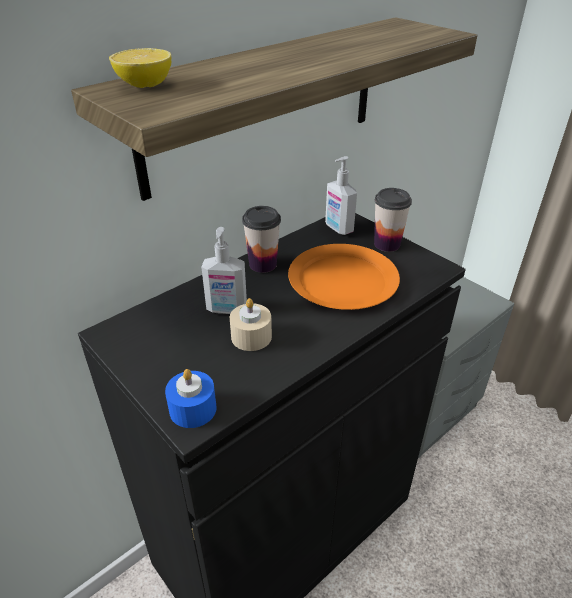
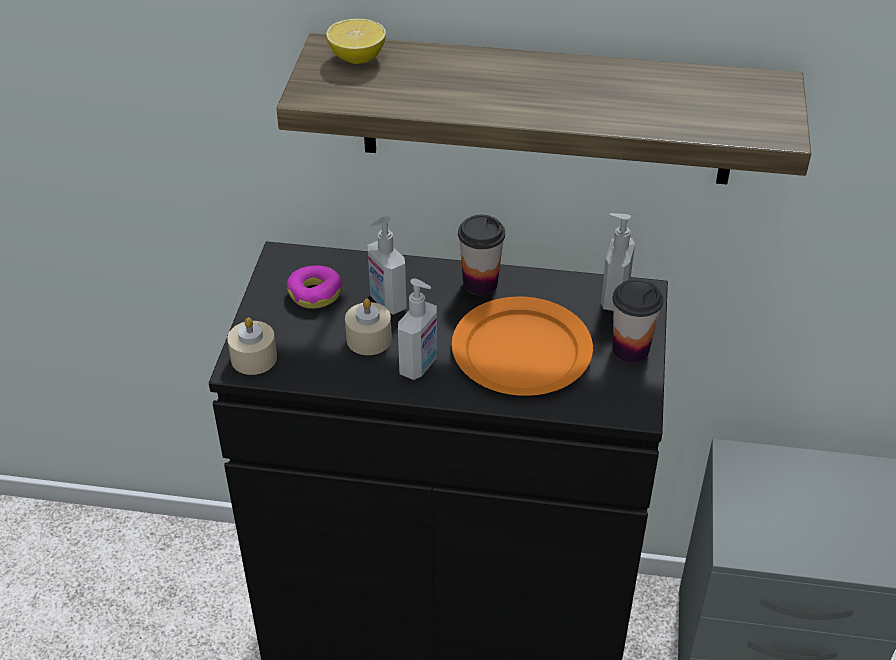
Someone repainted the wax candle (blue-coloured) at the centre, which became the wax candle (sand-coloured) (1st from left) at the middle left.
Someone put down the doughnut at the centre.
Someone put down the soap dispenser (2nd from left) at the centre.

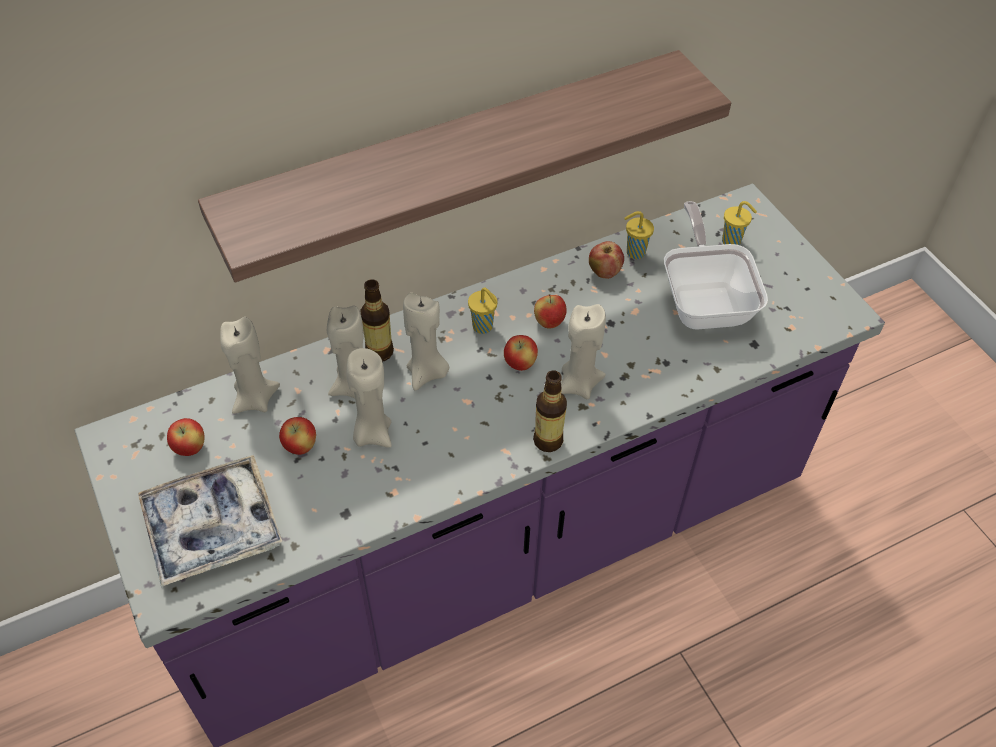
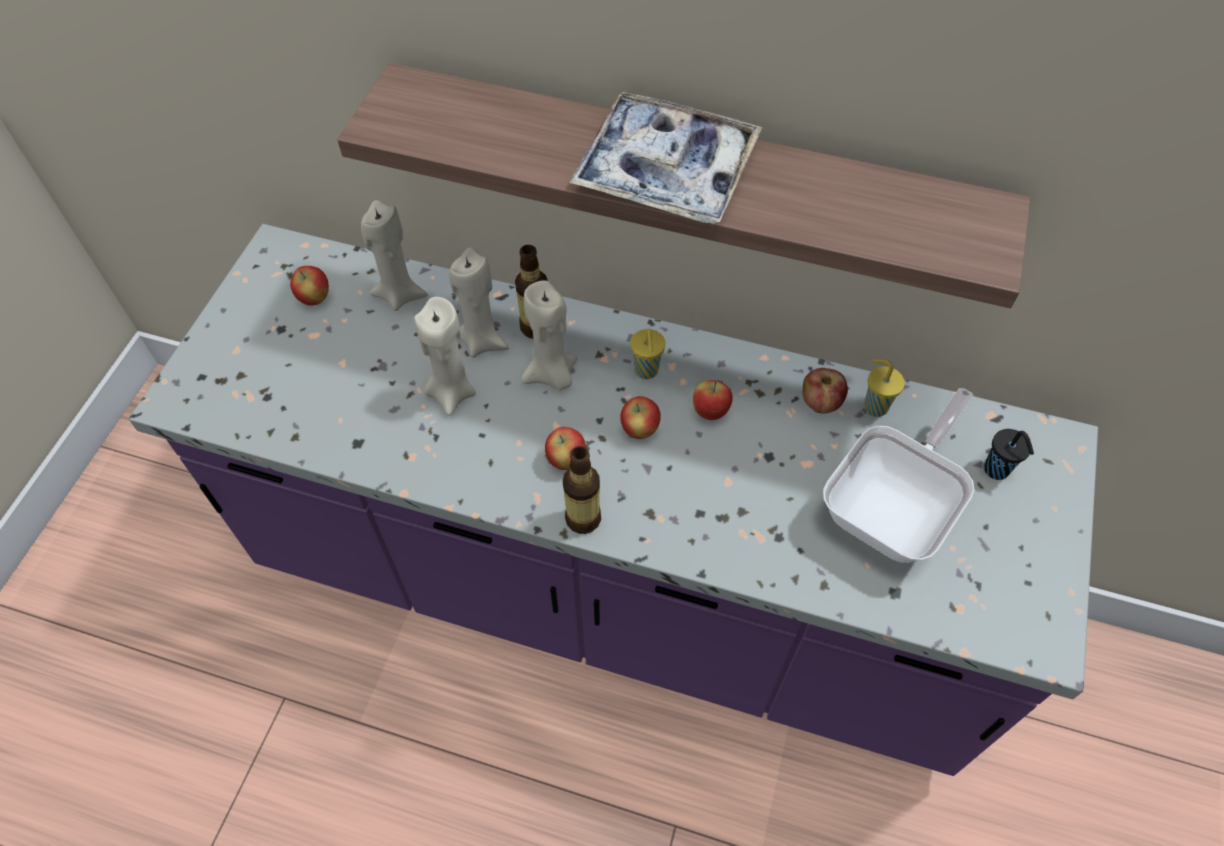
Someone carried the carrying tray from the bottom left to the top centre.
Someone carried the apple (2nd from left) from the middle left to the centre.
Someone took away the wax candle (sand-coloured) (5th from left) at the centre.
Someone repainted the cup (yellow-coloured) (3rd from left) at the top right, which became the cup (black) at the middle right.

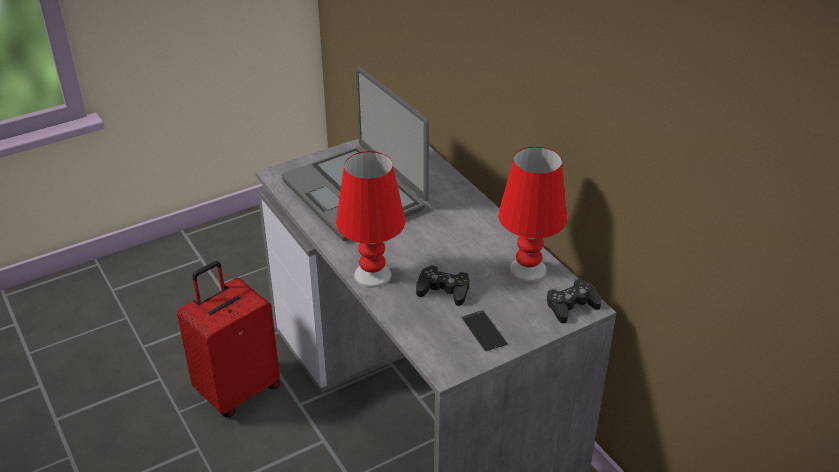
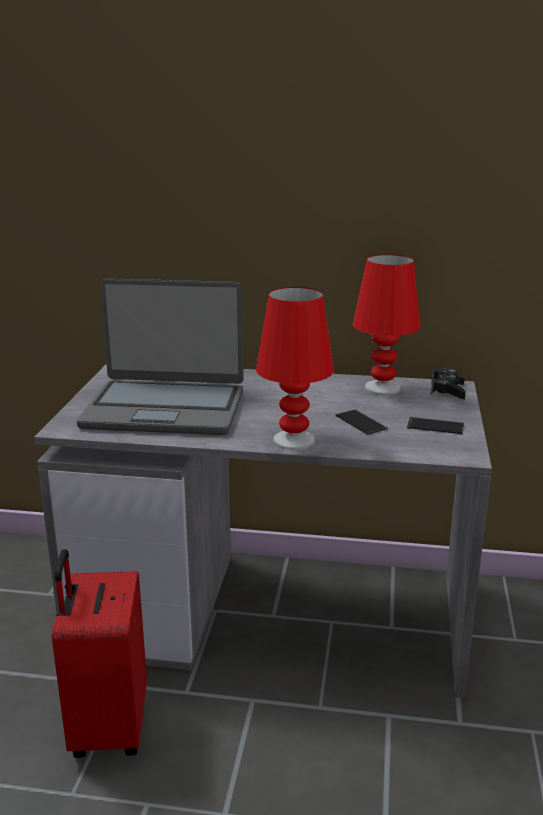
Someone swapped the gamepad (black) (1st from left) at the centre for the phone (1st from left) at the centre.

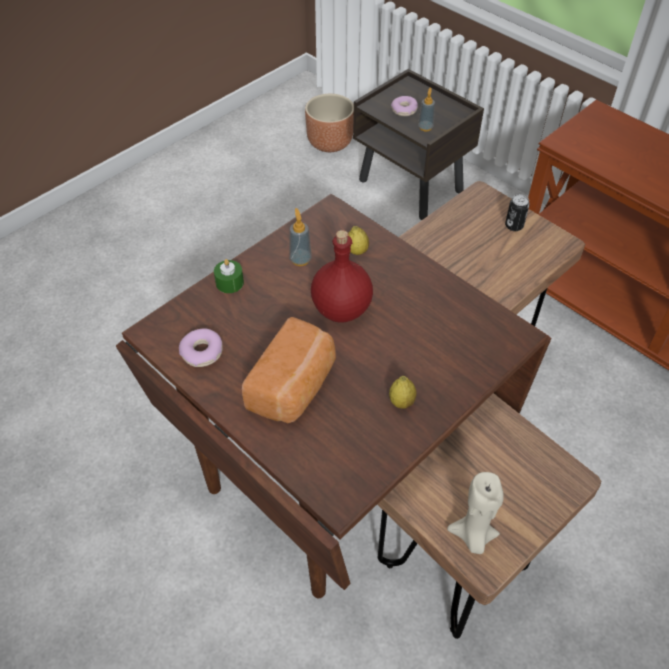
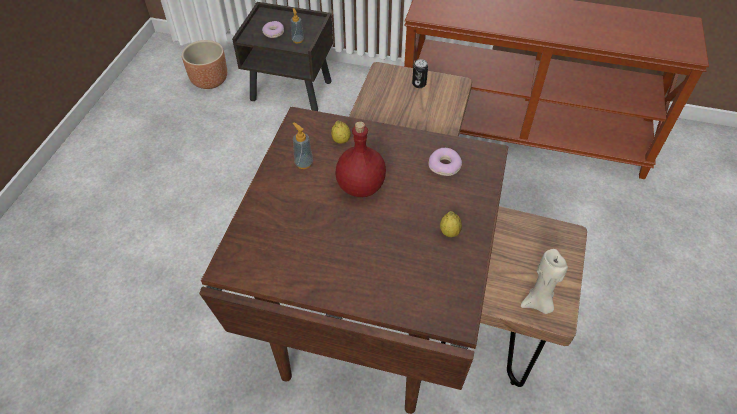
Someone carried the doughnut (1st from left in the first image) from the middle left to the centre.
Someone took away the wax candle (green-coloured) at the centre.
Someone took away the baked bread at the centre.

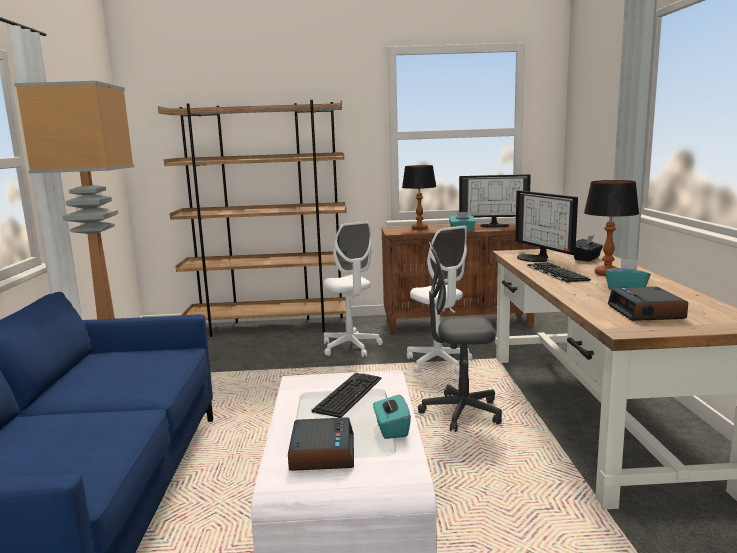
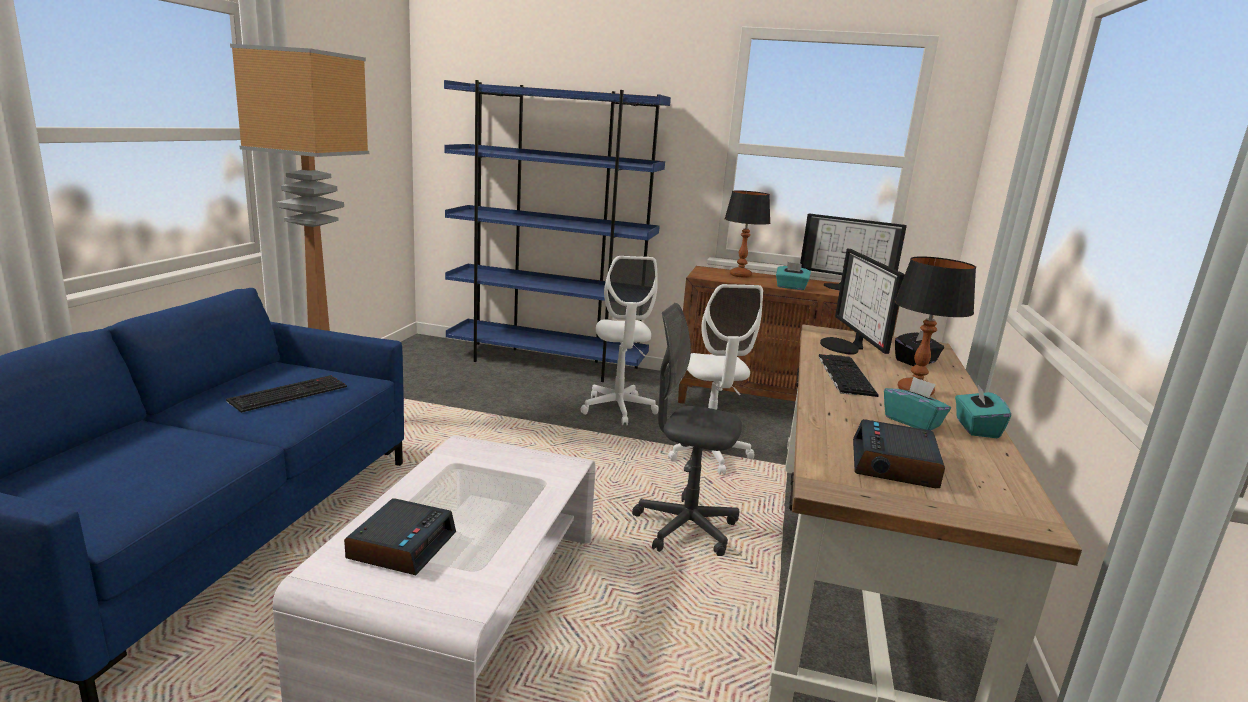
Someone repainted the shelving unit (brown) at the centre, which became the shelving unit (blue-coloured) at the top centre.
Someone carried the PC keyboard (1st from left) from the bottom centre to the middle left.
Someone carried the tissue holder (turquoise-coloured) (1st from left in the first image) from the bottom centre to the middle right.

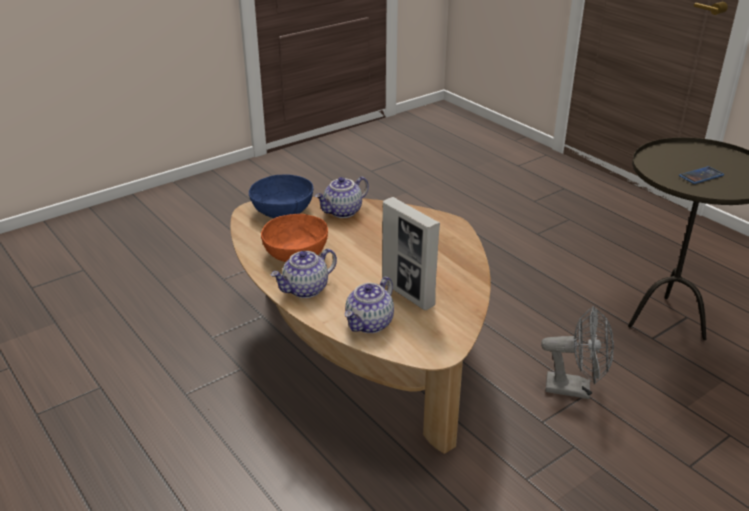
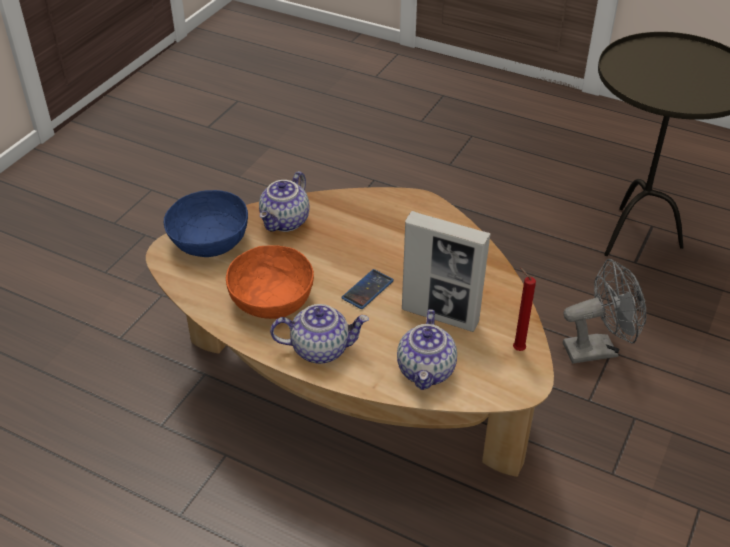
Someone rotated the tea pot (1st from left in the first image) at the centre by 120 degrees counterclockwise.
Someone carried the phone from the middle right to the centre.
Someone put down the wax candle (red) at the middle right.

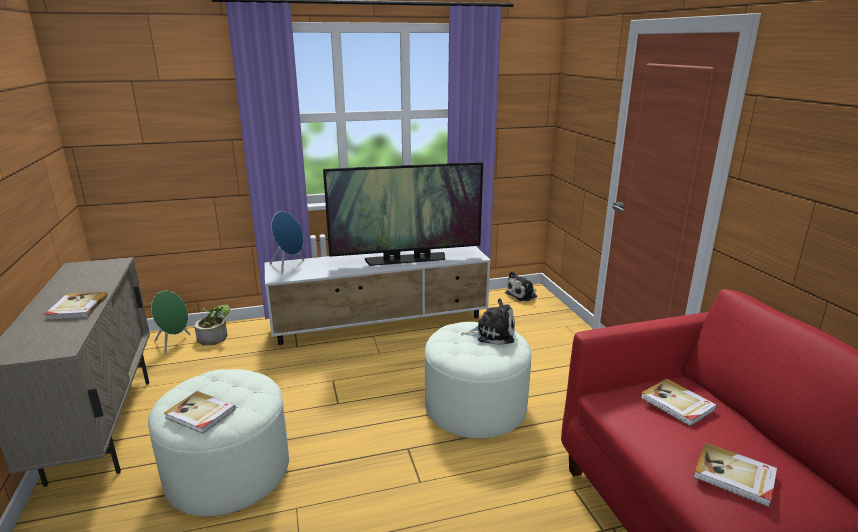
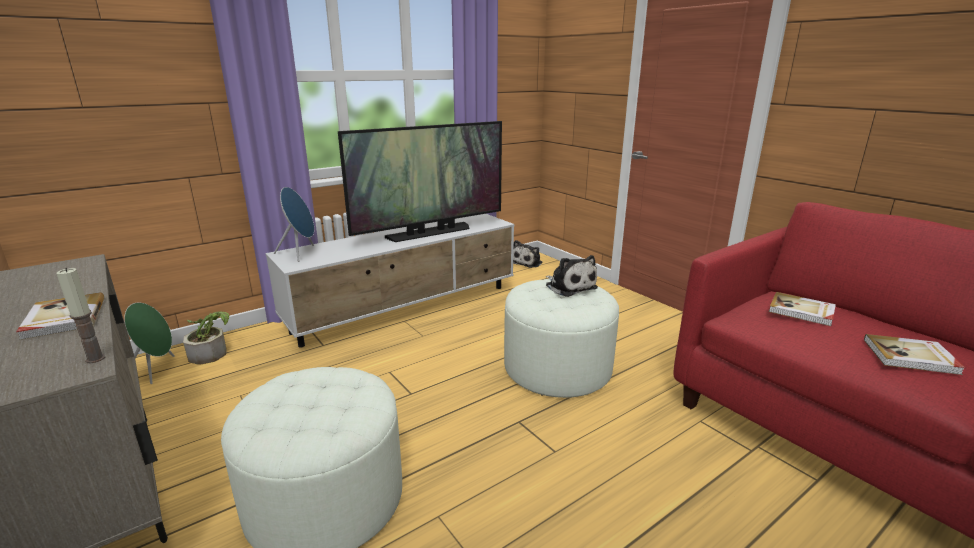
Someone took away the book (2nd from left) at the bottom left.
Someone rotated the cuddly toy (1st from left in the first image) at the centre by 75 degrees clockwise.
Someone put down the wax candle at the middle left.

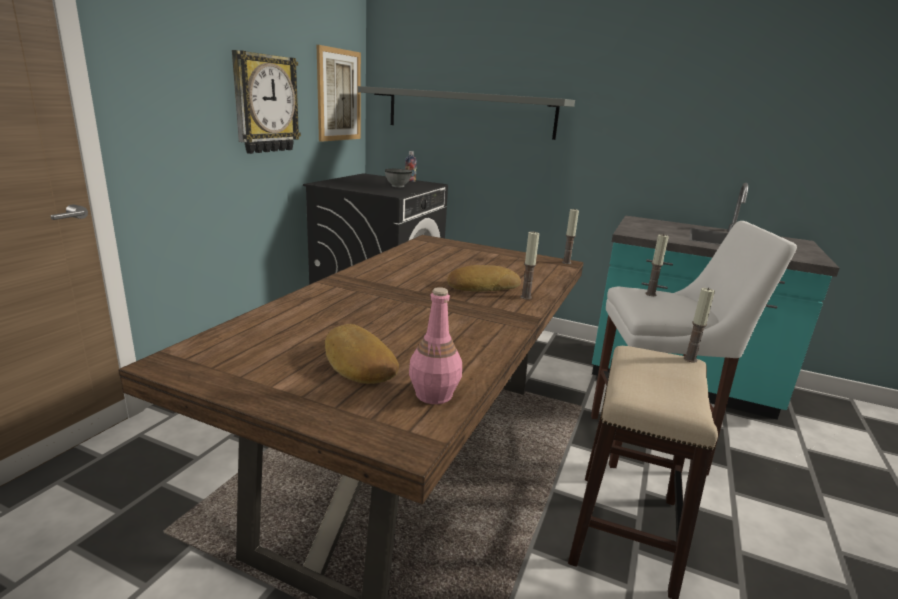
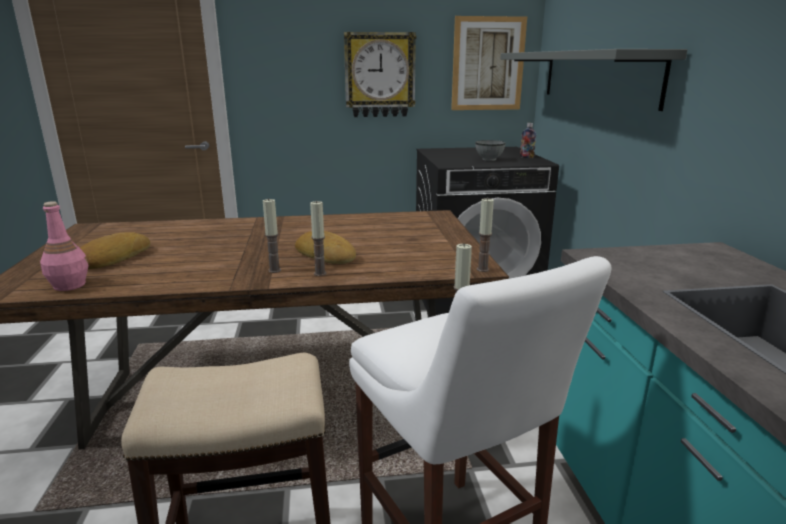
Someone carried the wax candle (4th from left in the first image) from the middle right to the centre.

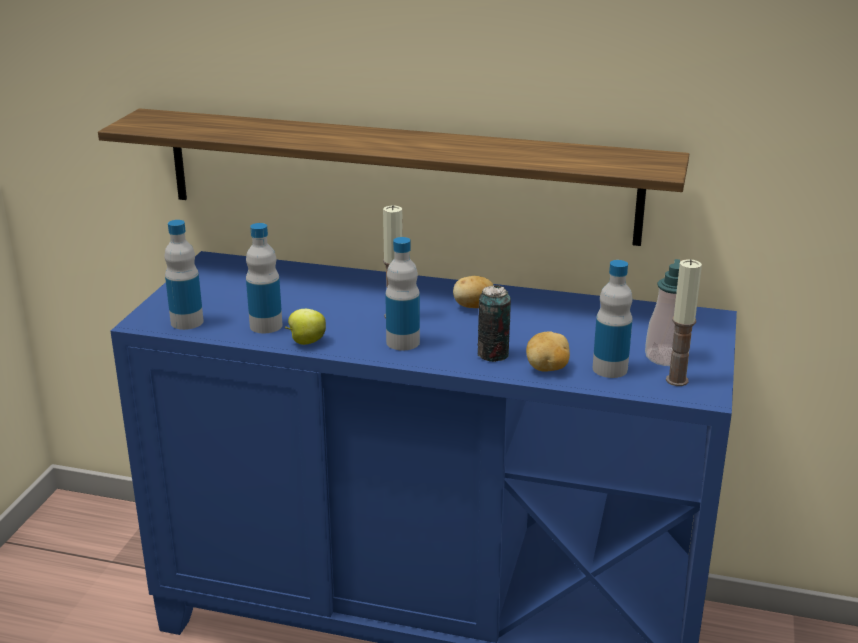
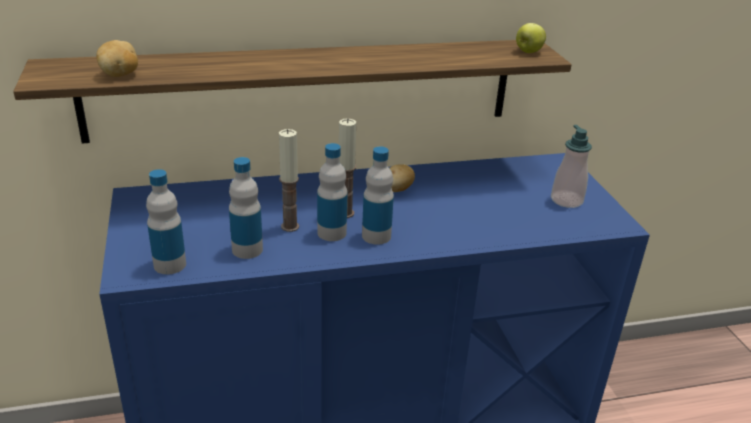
Someone carried the apple from the centre to the top right.
Someone took away the sealed can at the centre.
Someone carried the whole potato (2nd from left in the first image) from the centre to the top left.
Someone carried the bottle (4th from left in the first image) from the middle right to the centre.
Someone carried the wax candle (2nd from left in the first image) from the middle right to the centre.

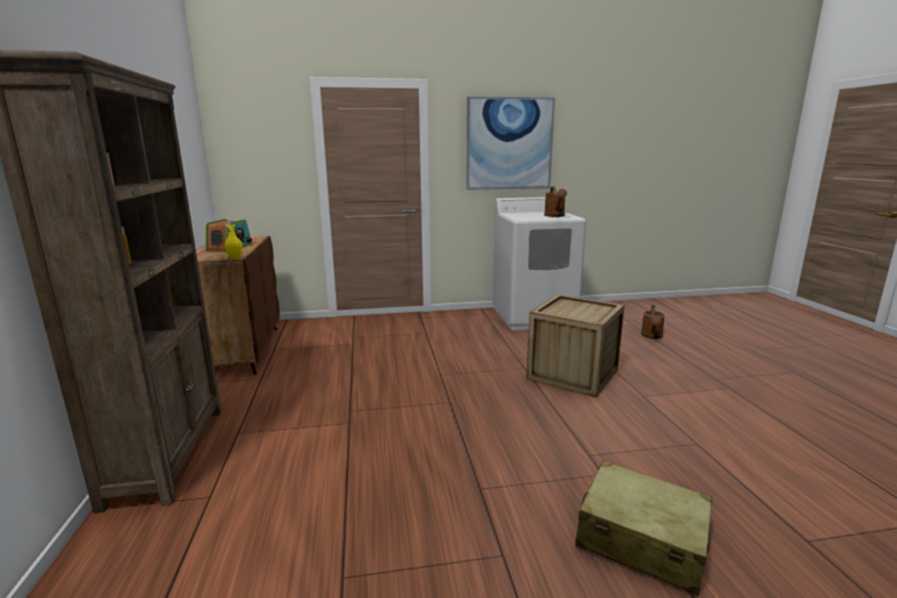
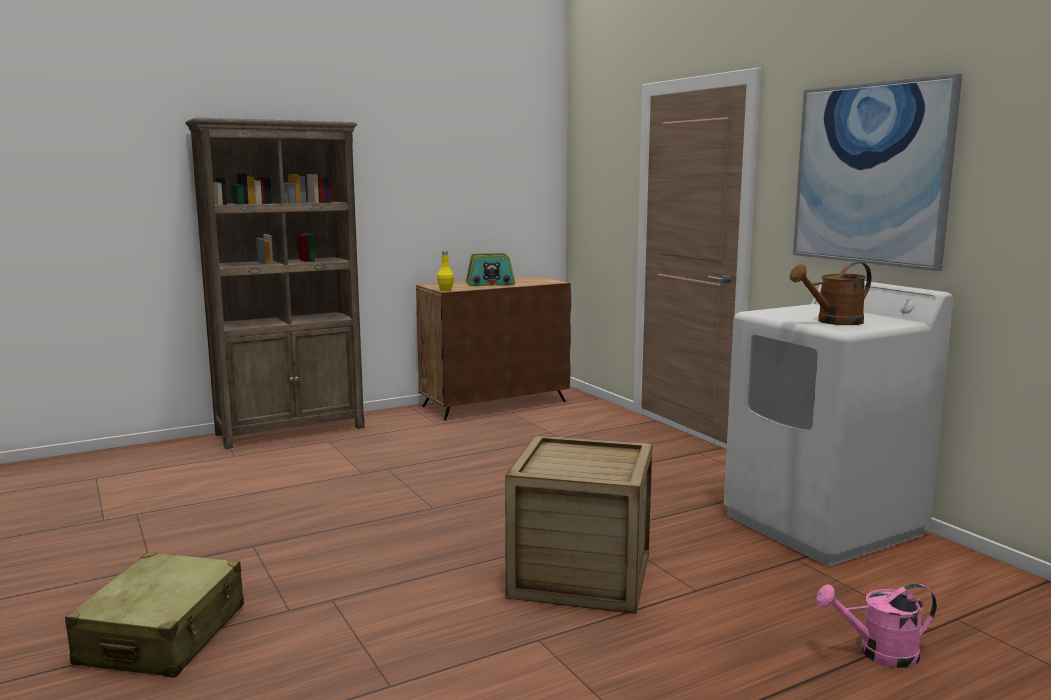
Someone repainted the sprinkling can (brown) (2nd from left) at the middle right, which became the sprinkling can (pinkish) at the bottom right.

